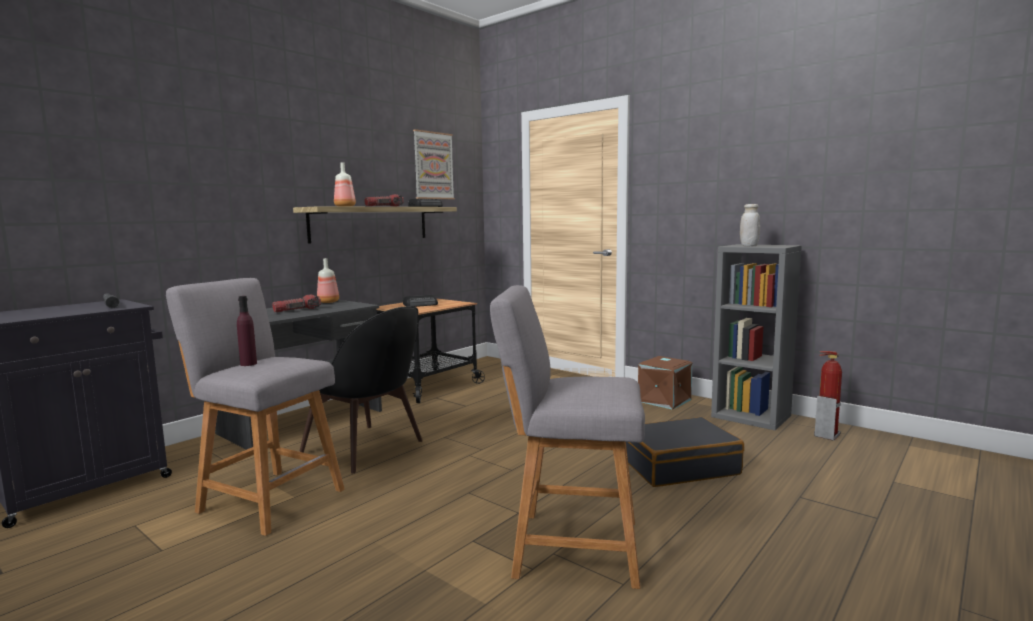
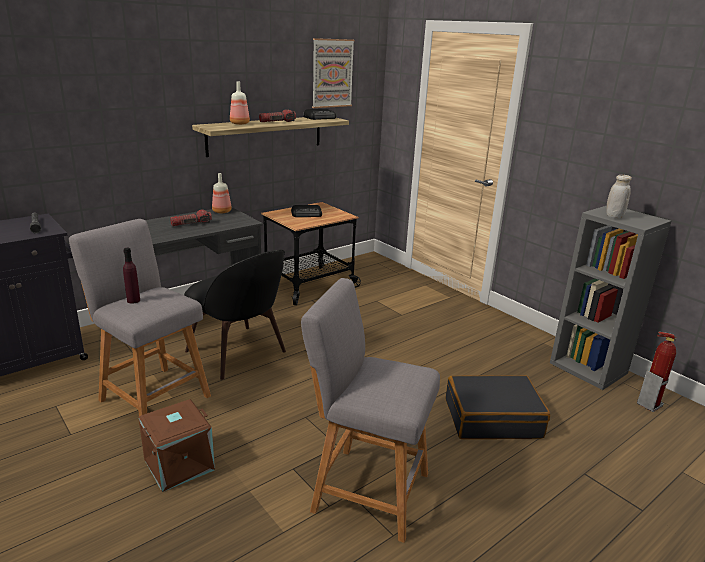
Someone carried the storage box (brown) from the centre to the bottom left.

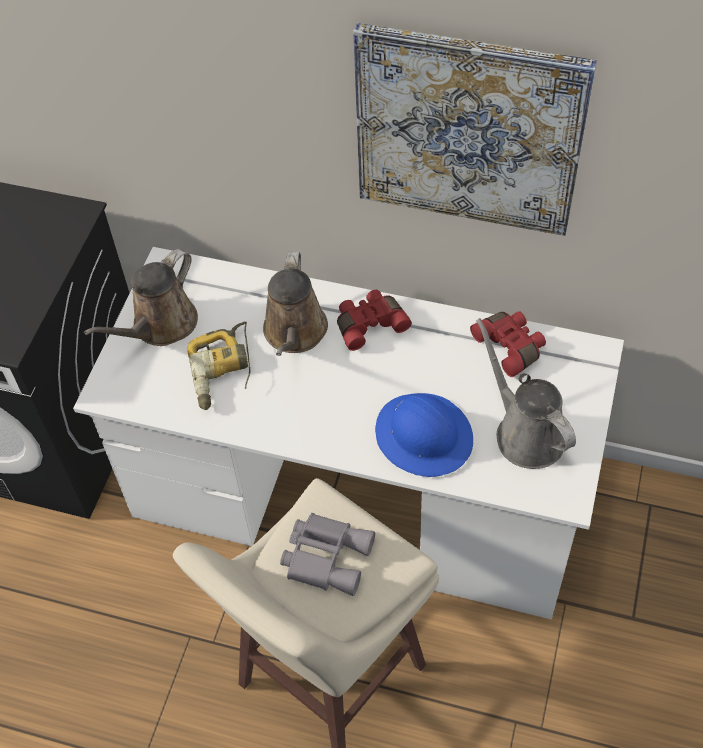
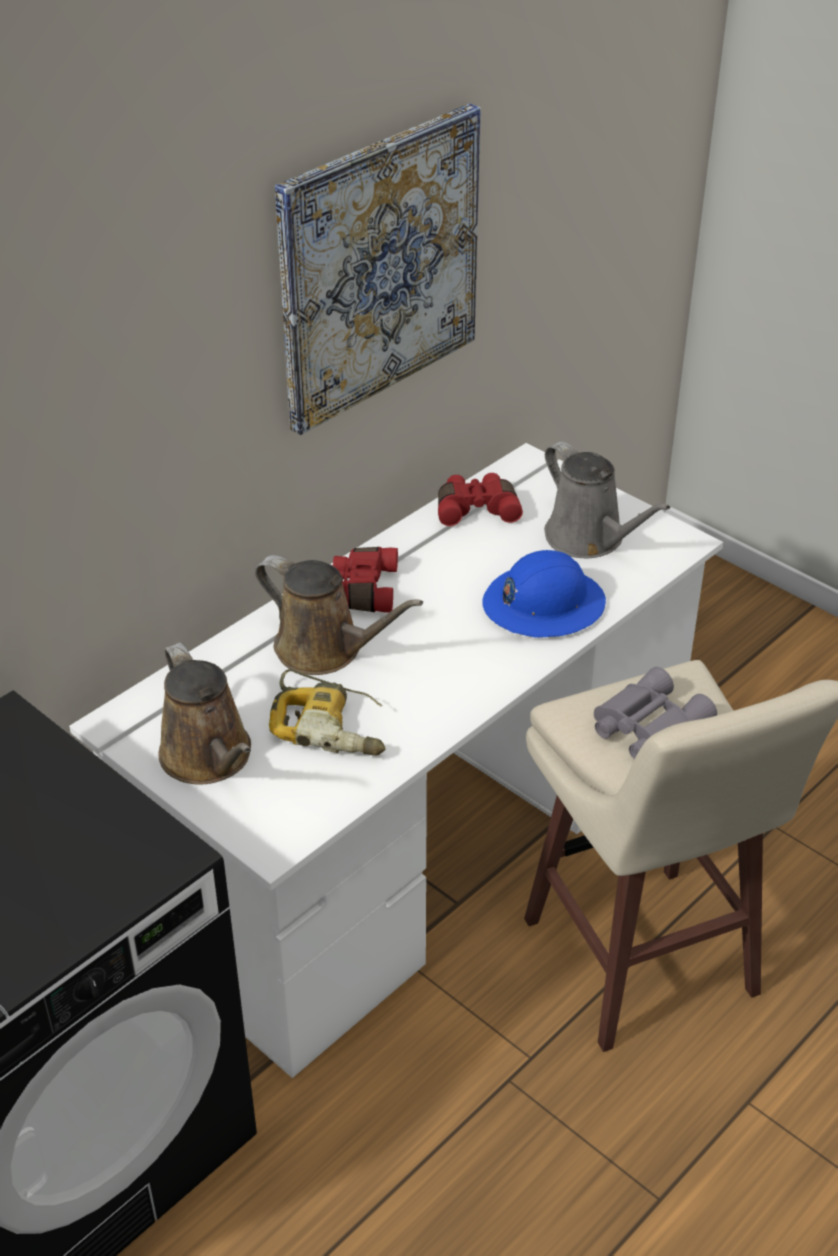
Someone rotated the sprinkling can (greyish) at the middle right by 120 degrees counterclockwise.

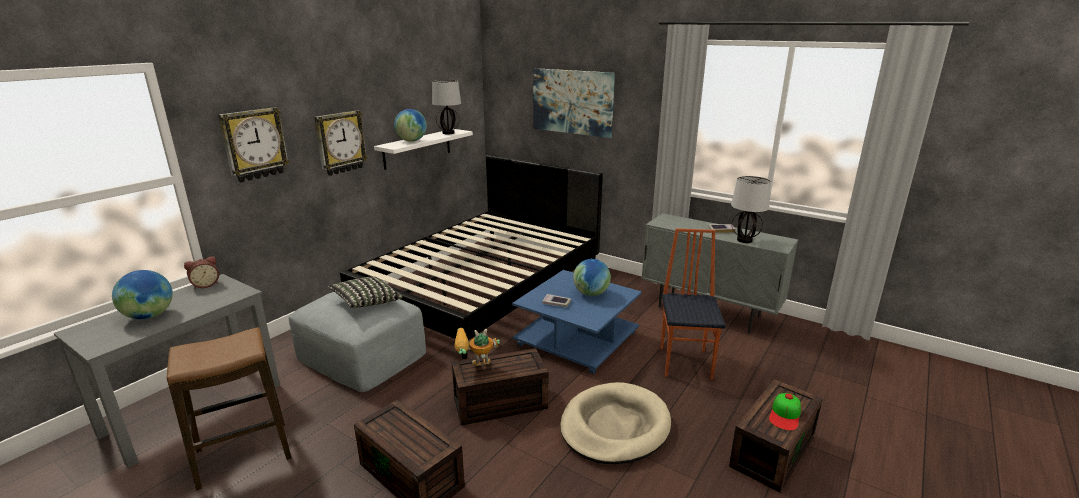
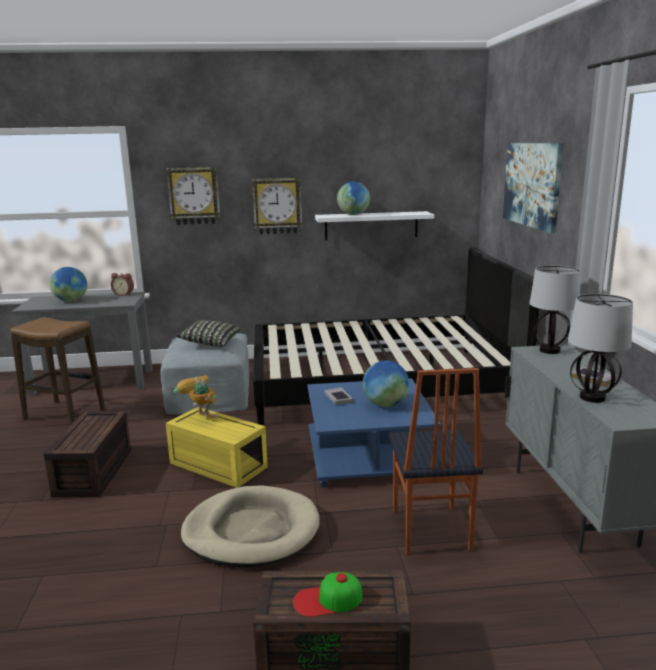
Someone carried the lamp for a table (1st from left) from the top centre to the middle right.
Someone repainted the storage box (brown) (2nd from left) at the bottom centre, which became the storage box (yellow-coloured) at the bottom left.
Someone rotated the upright chair at the centre by 120 degrees clockwise.

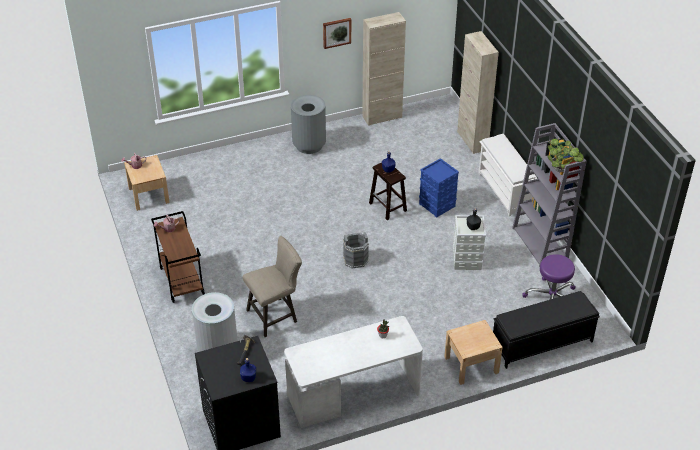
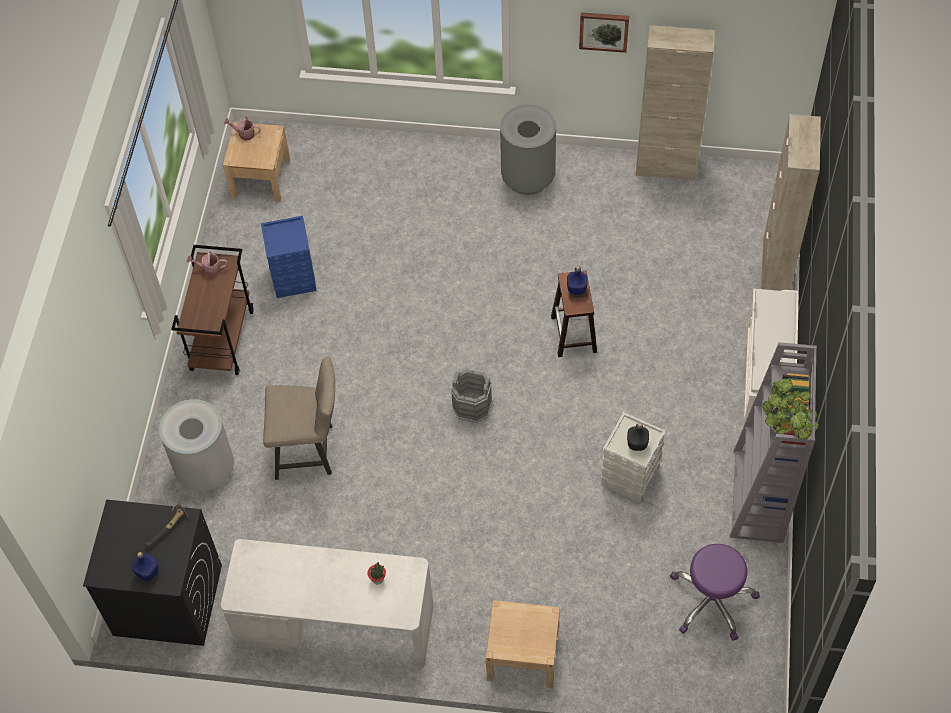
Someone carried the storage box (blue-coloured) from the centre to the middle left.
Someone took away the bench (black) at the bottom right.

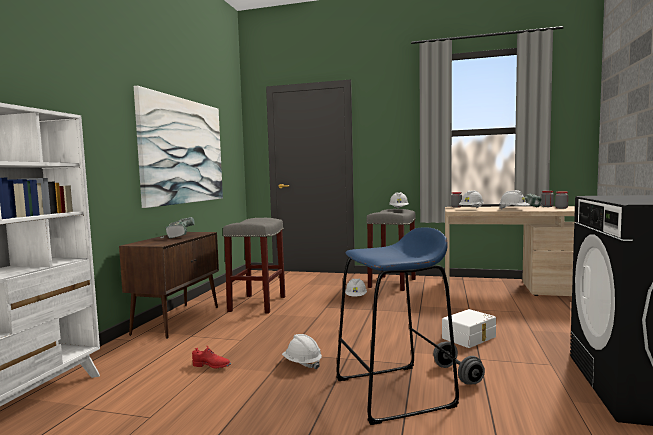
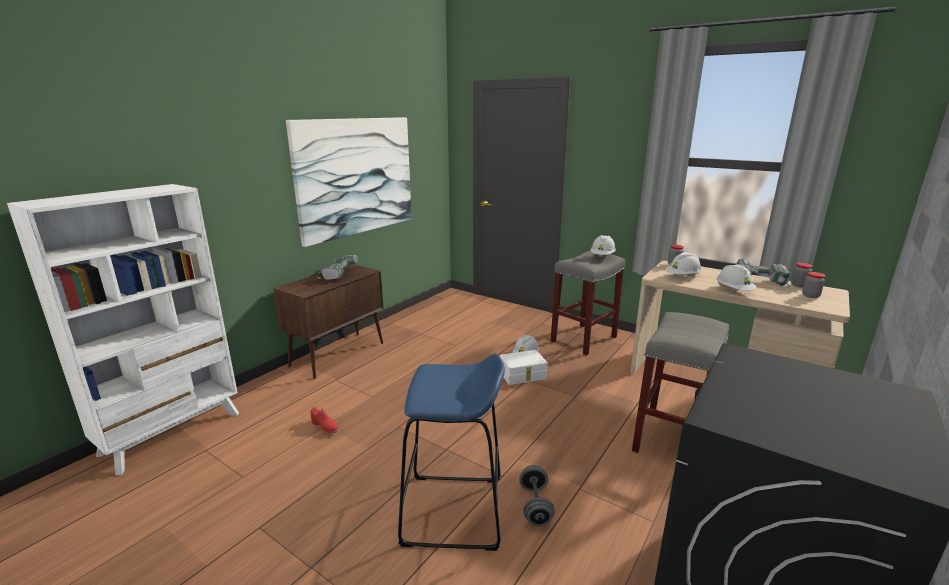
Someone carried the stool seat (greyish) (1st from left in the first image) from the centre to the middle right.
Someone took away the work helmet (white-coloured) (1st from left) at the bottom centre.
Someone carried the storage box (white-coloured) from the bottom right to the centre.

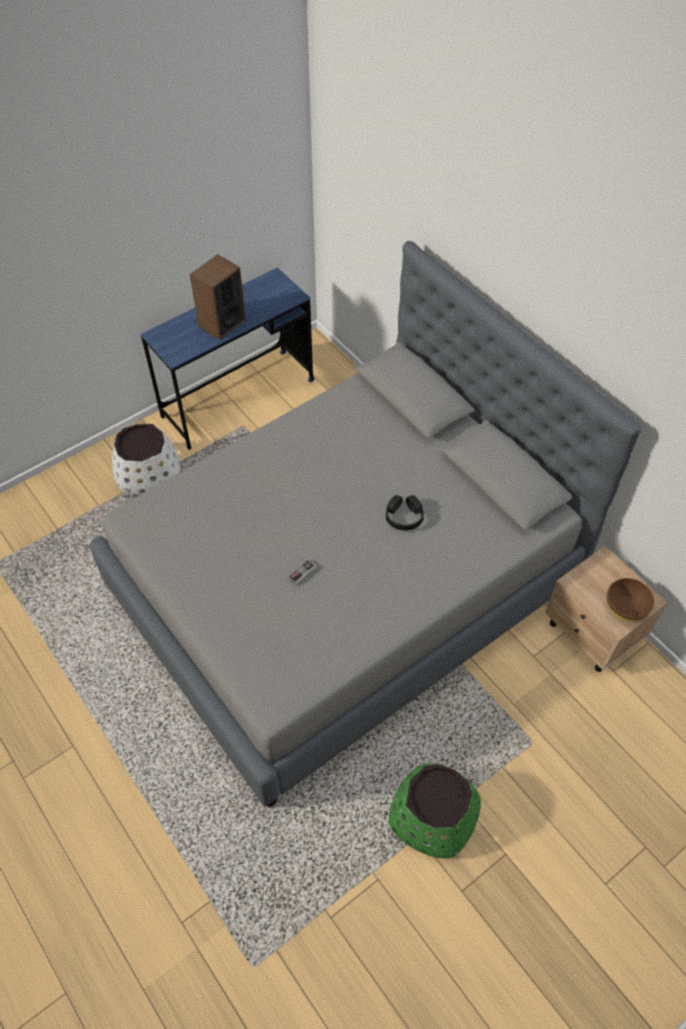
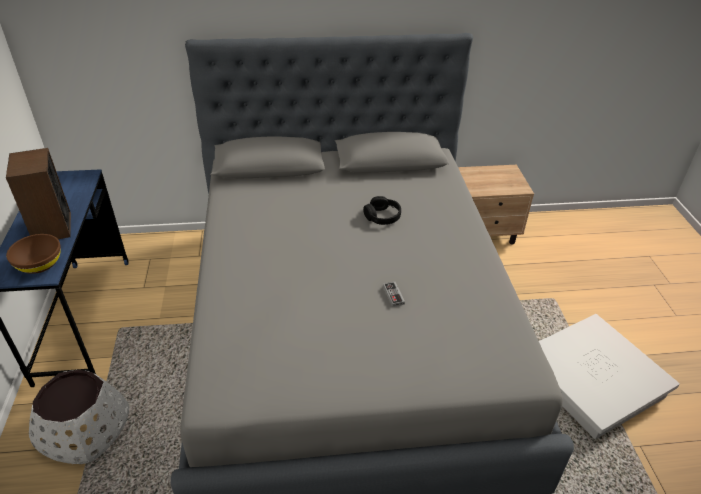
Someone swapped the plant pot (green-coloured) at the bottom centre for the storage box (white-coloured) at the bottom right.
Someone carried the bowl (brown) from the middle right to the middle left.

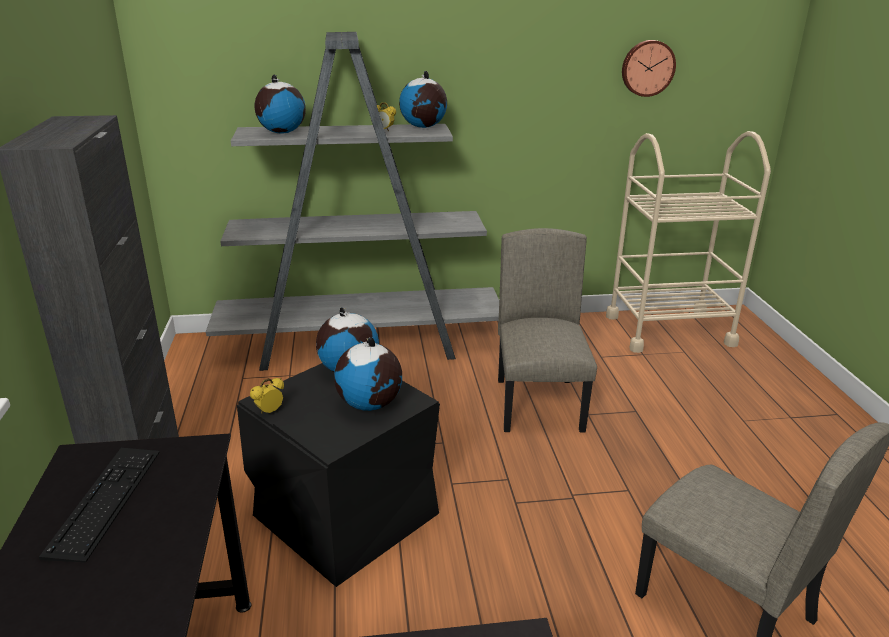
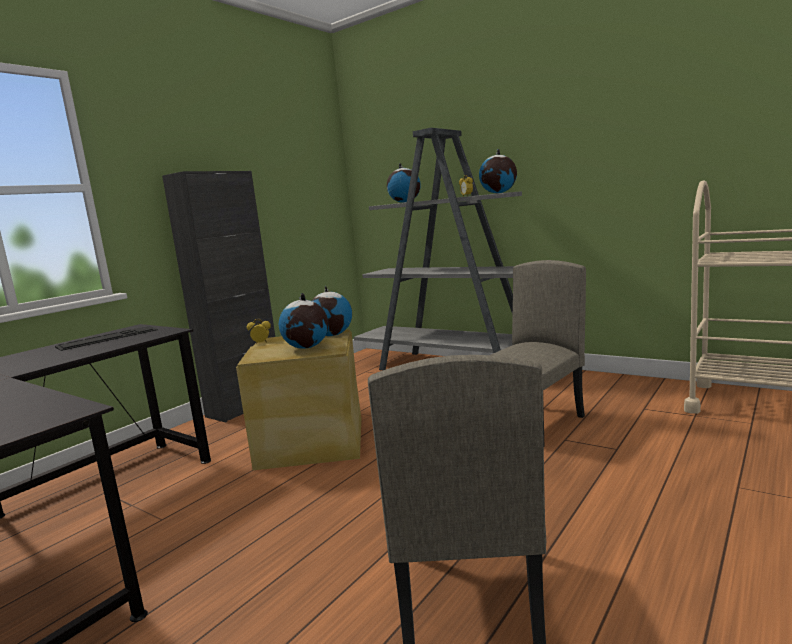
Someone repainted the storage box (black) at the bottom centre, which became the storage box (sand-coloured) at the centre.
Someone took away the clock on the wall at the top right.

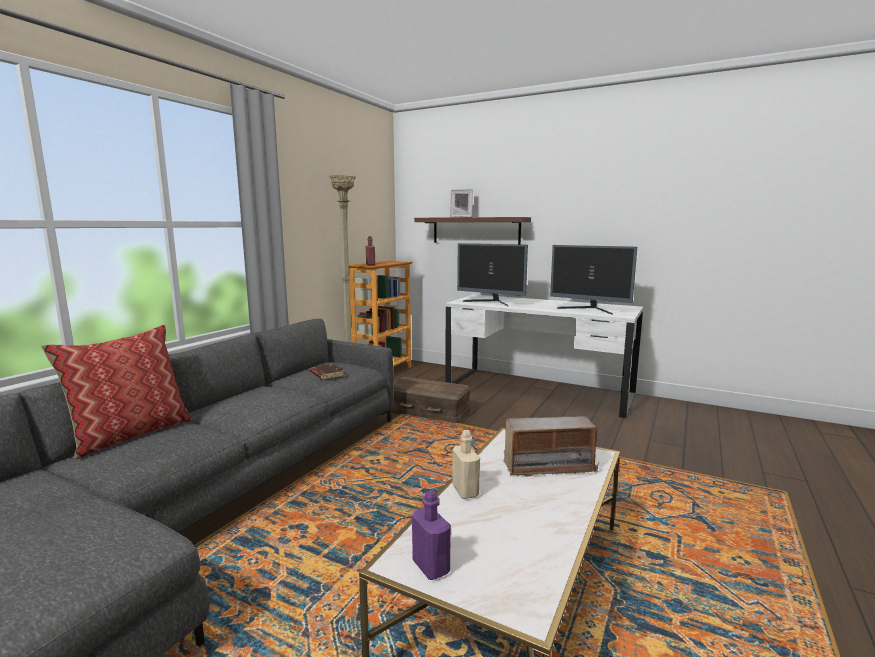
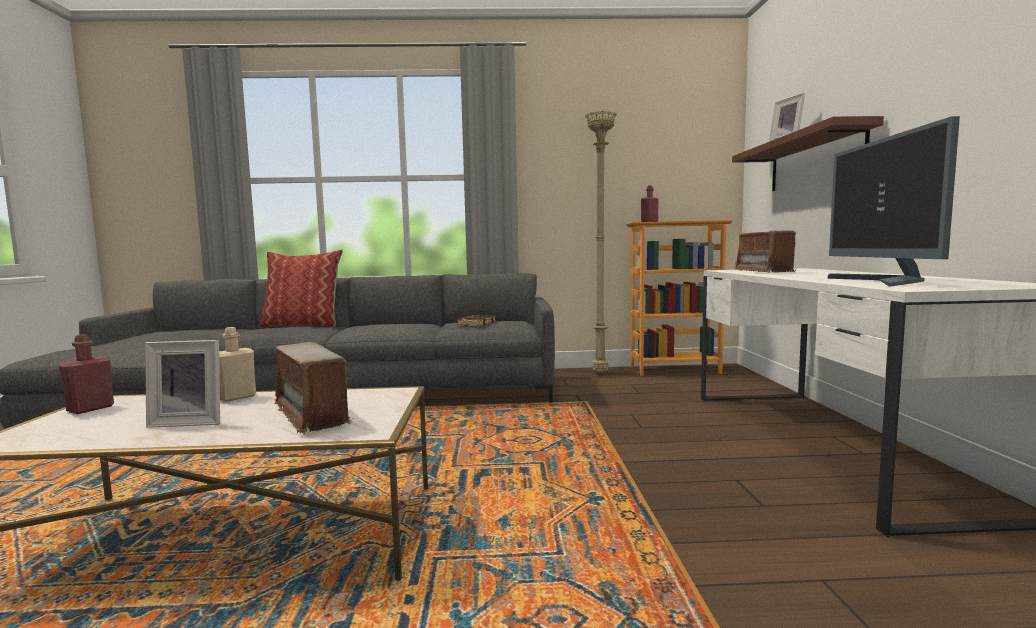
Someone took away the storage box (brown) at the centre.
Someone repainted the bottle (purple) at the bottom centre, which became the bottle (red) (1st from left) at the middle left.
Someone swapped the monitor (1st from left) at the centre for the radio (2nd from left) at the middle right.
Someone put down the photo frame (1st from left) at the middle left.

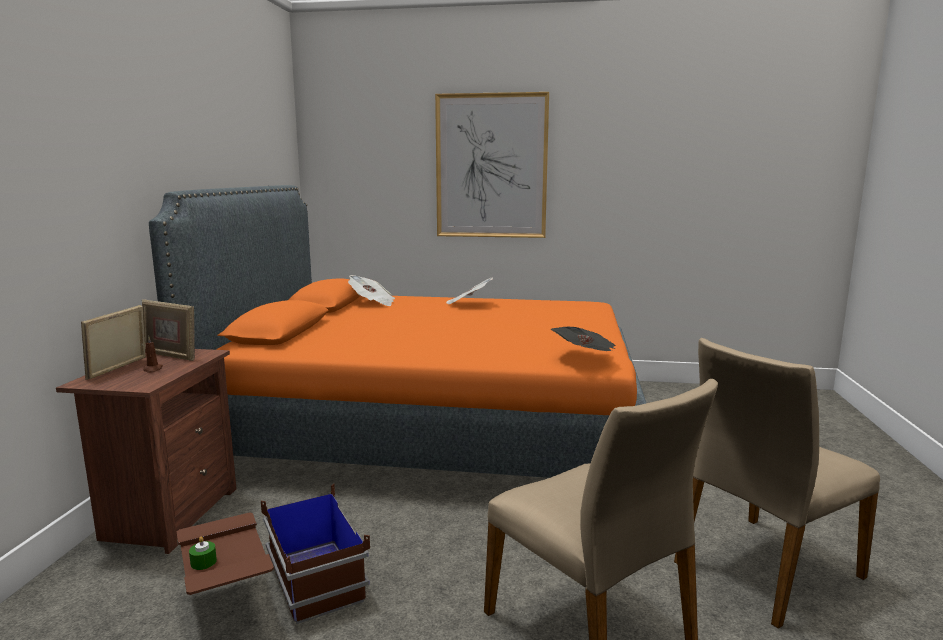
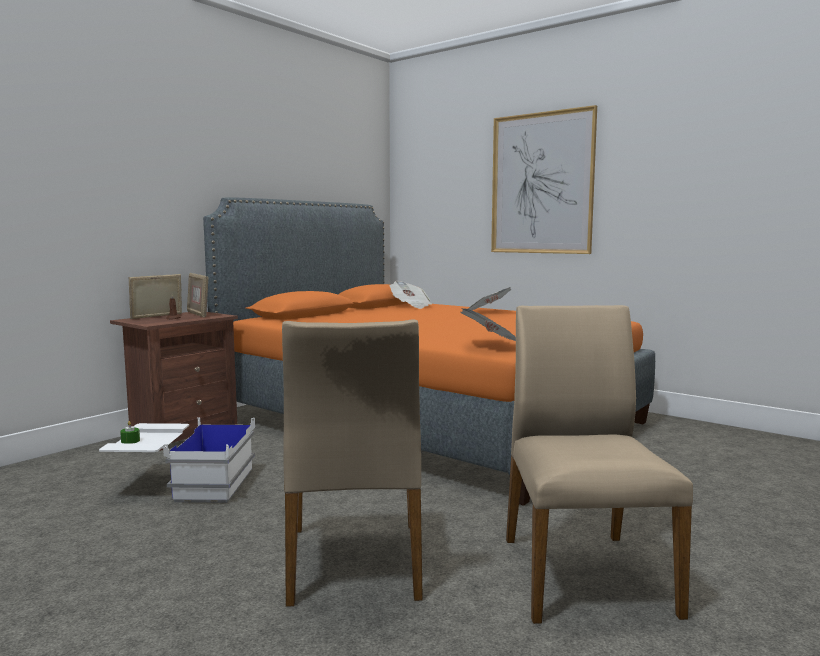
Someone repainted the storage box (brown) at the bottom left, which became the storage box (white-coloured) at the bottom left.
Someone rotated the upright chair (sand-coloured) (2nd from left) at the bottom right by 90 degrees clockwise.

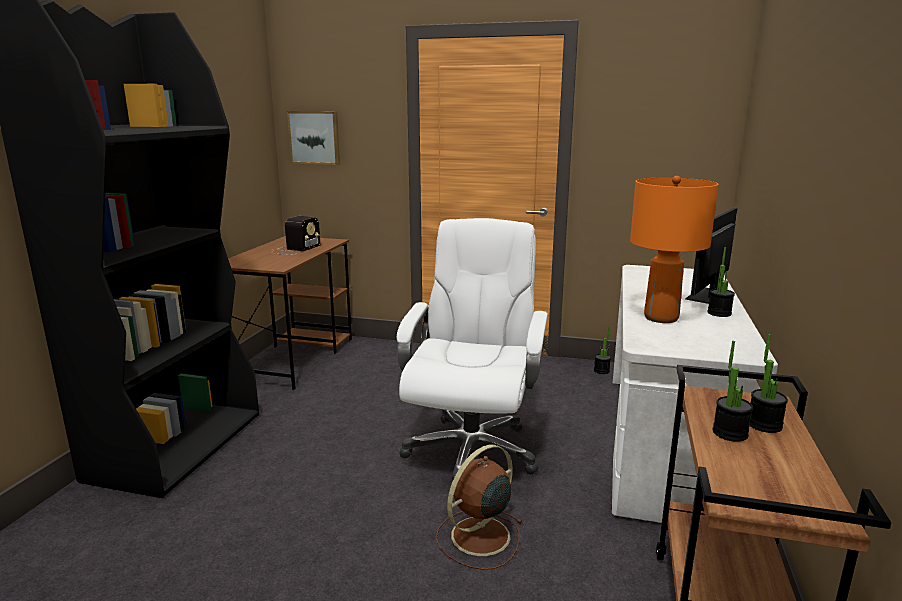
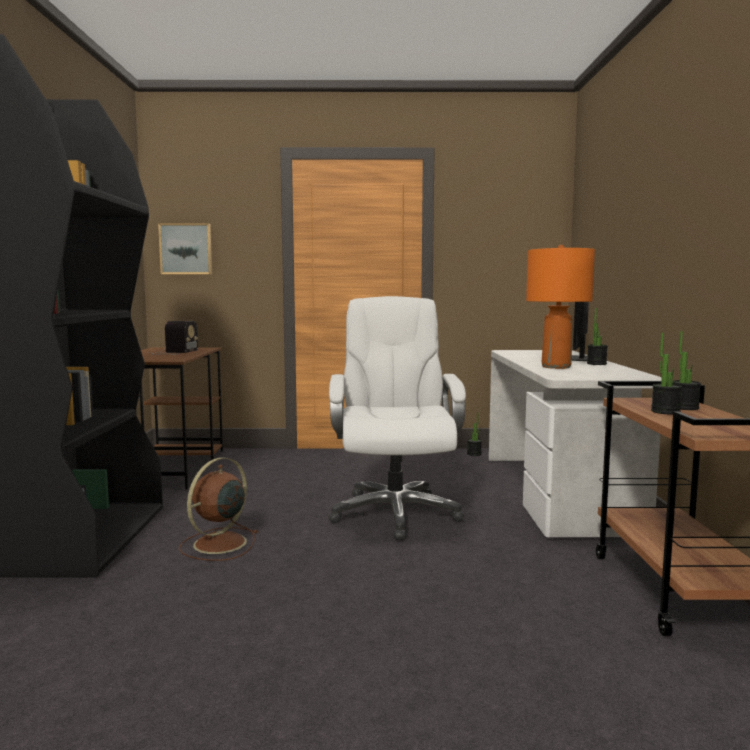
Someone carried the cooling fan (brown) from the bottom centre to the bottom left.

